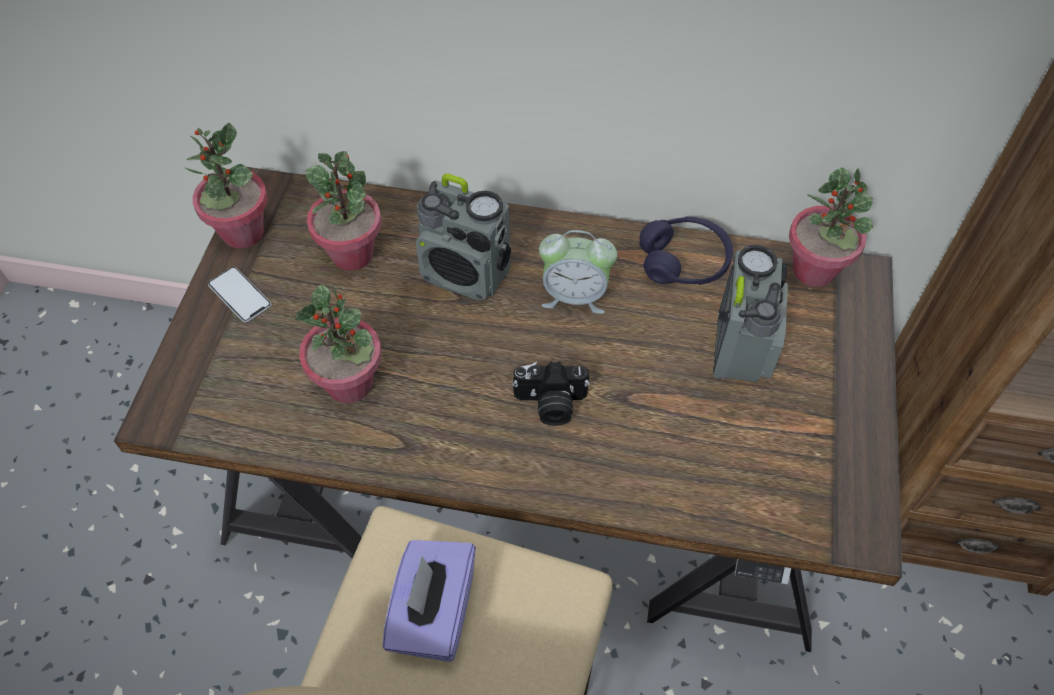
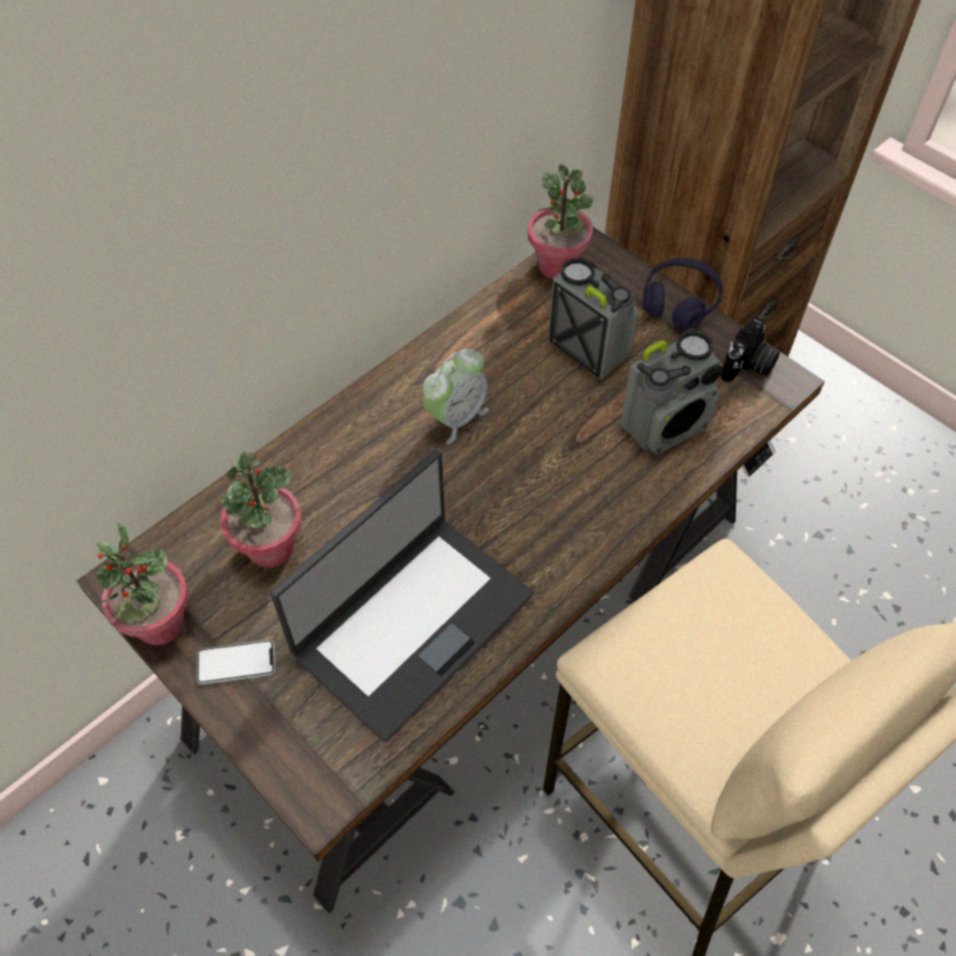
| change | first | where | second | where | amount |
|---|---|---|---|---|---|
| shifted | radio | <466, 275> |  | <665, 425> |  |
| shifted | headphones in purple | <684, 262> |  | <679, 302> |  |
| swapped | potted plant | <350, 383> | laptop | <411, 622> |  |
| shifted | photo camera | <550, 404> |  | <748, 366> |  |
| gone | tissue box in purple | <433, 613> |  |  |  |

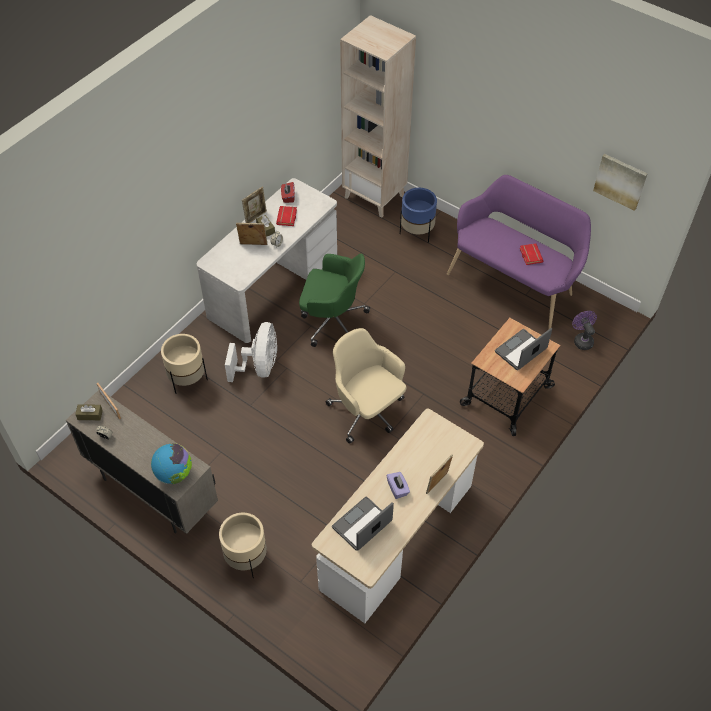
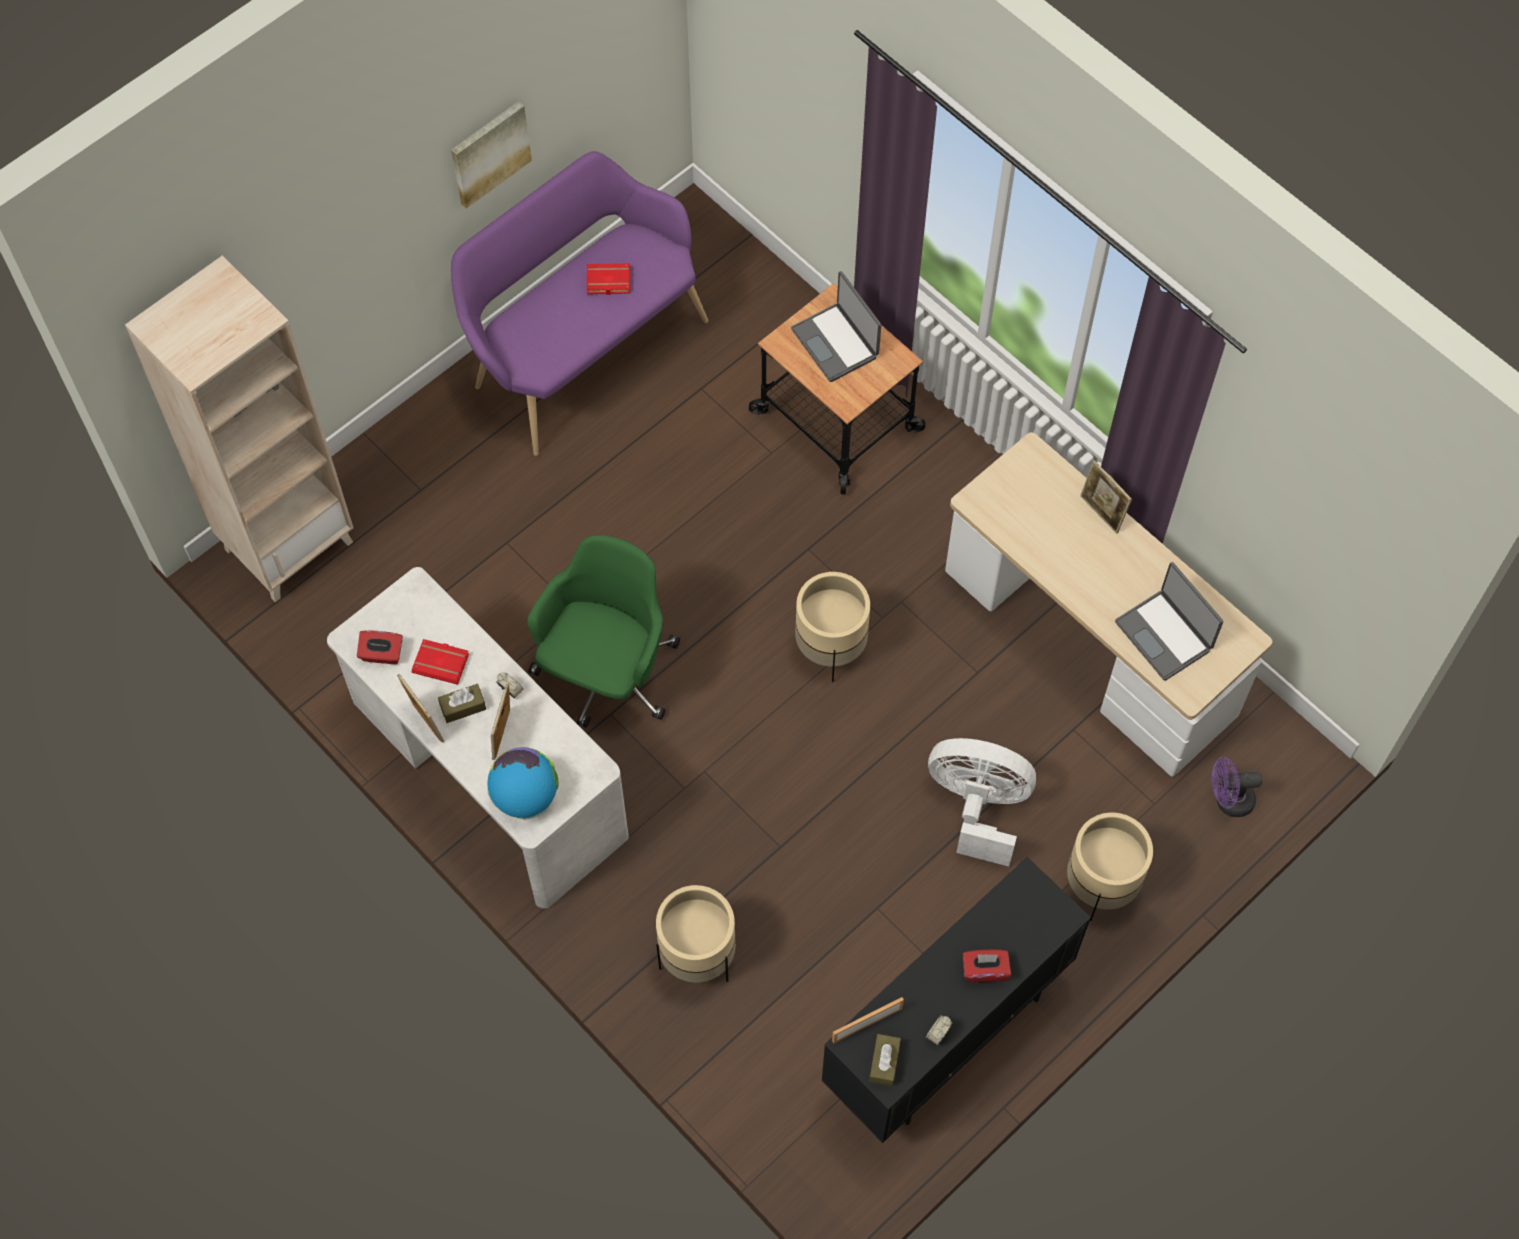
| change | first | where | second | where | amount |
|---|---|---|---|---|---|
| shifted | picture | <620, 181> |  | <489, 152> |  |
| gone | planter in blue | <417, 232> |  |  |  |
| shifted | fan in purple | <582, 340> |  | <1228, 801> |  |
| shifted | fan in white | <259, 367> |  | <978, 806> |  |
| swapped | office chair in beige | <367, 411> | planter in beige | <830, 647> |  |
| repainted | cabinet in beige | <153, 492> | cabinet in black | <946, 1036> |  |
| shifted | globe | <174, 473> |  | <525, 796> |  |
| gone | tissue box in purple | <397, 489> |  |  |  |
| new |  |  | tissue box in red | <984, 970> |  |

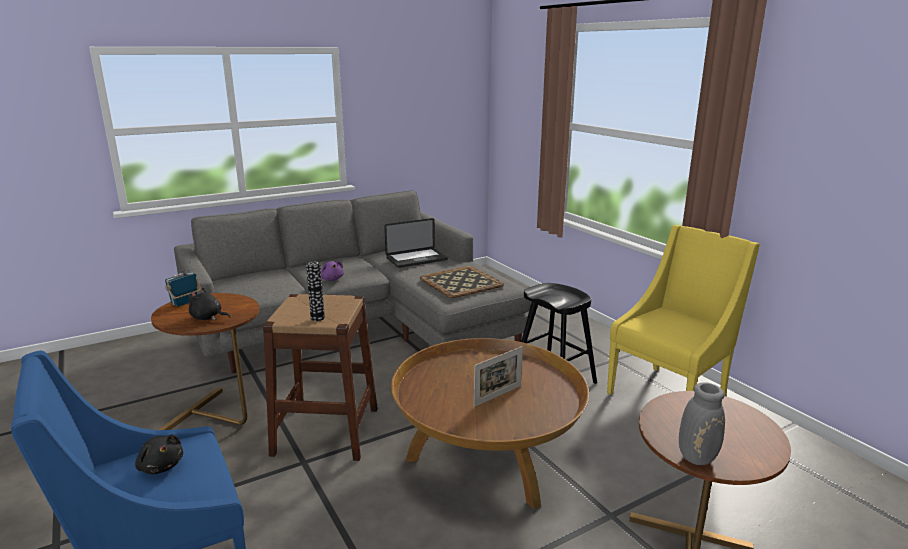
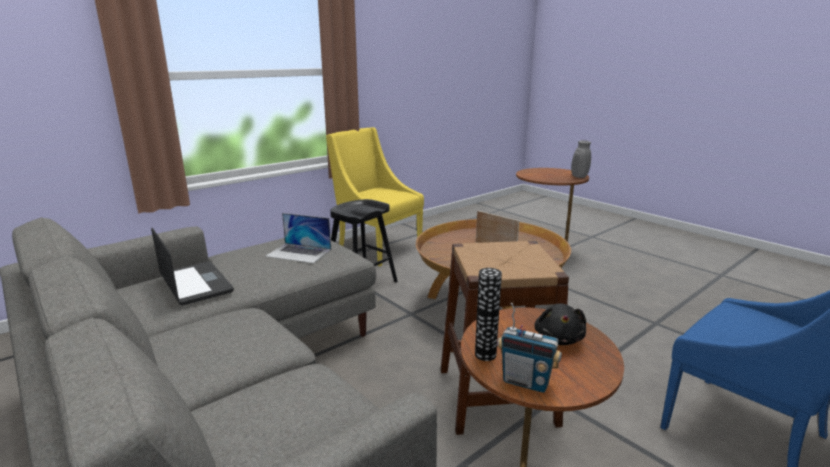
| change | first | where | second | where | amount |
|---|---|---|---|---|---|
| shifted | vase | <317, 318> |  | <485, 354> |  |
| gone | plush toy in purple | <331, 279> |  |  |  |
| swapped | tray | <461, 282> | laptop | <299, 253> |  |
| gone | plush toy in black | <161, 466> |  |  |  |

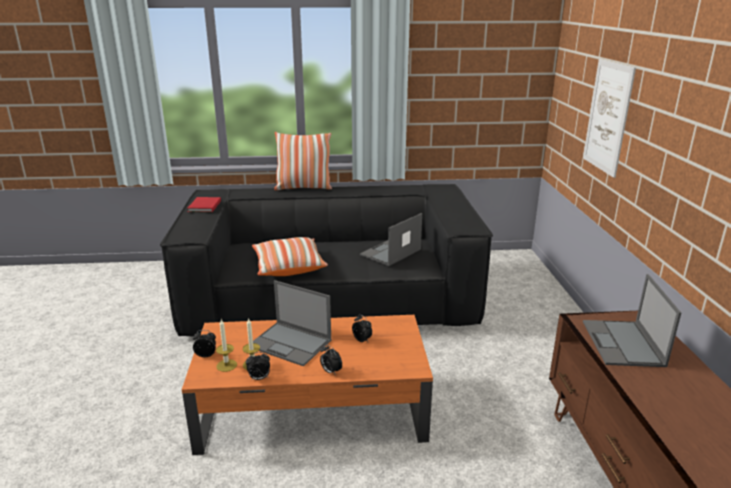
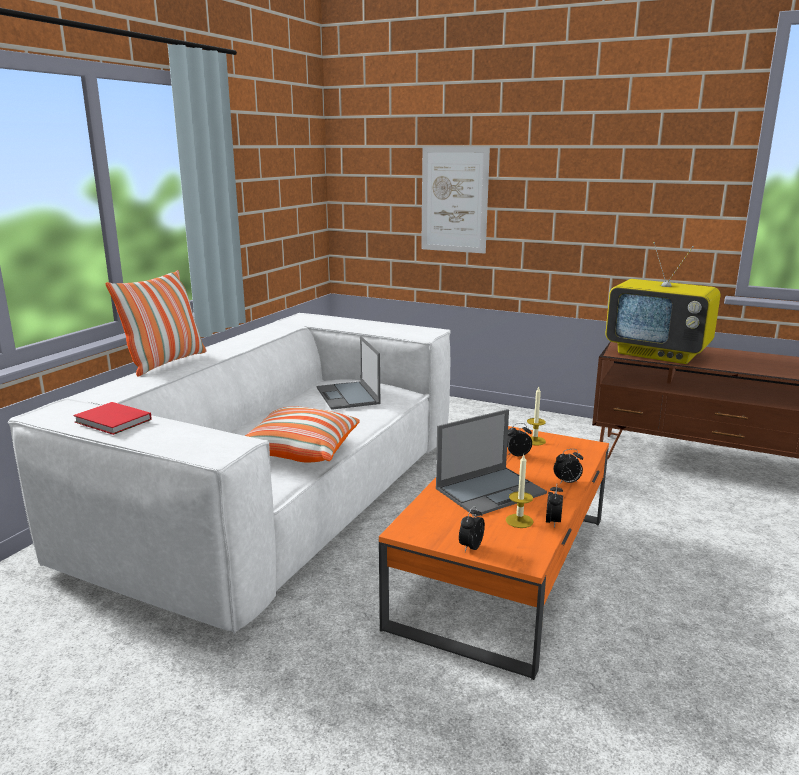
| change | first | where | second | where | amount |
|---|---|---|---|---|---|
| repainted | sofa in black | <331, 297> | sofa in white | <280, 496> |  |
| swapped | laptop | <623, 344> | television | <658, 354> |  |
| shifted | candle | <226, 365> |  | <534, 441> |  |

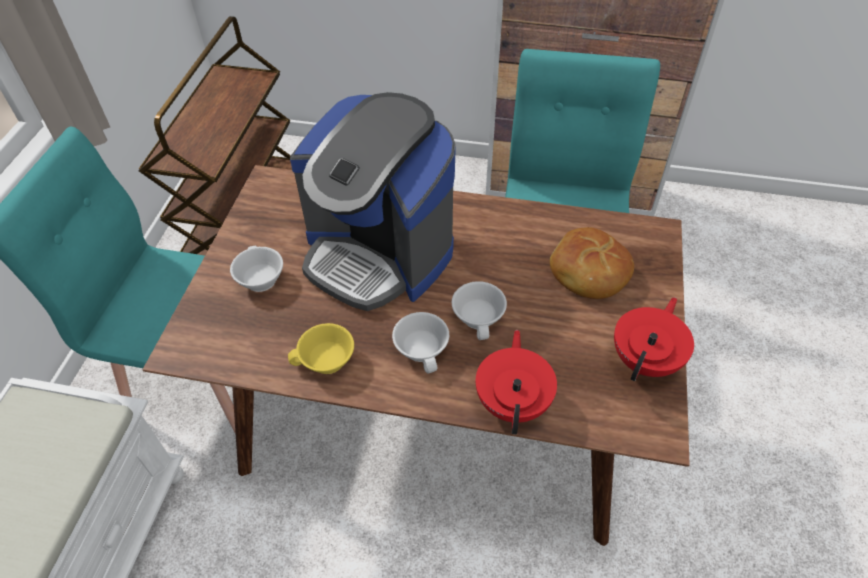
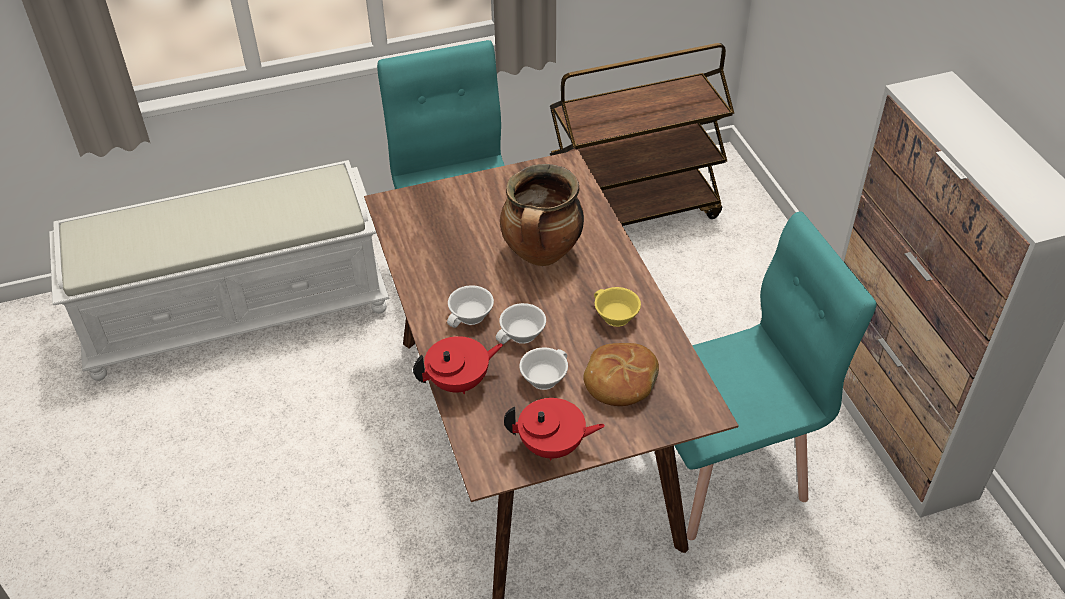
| change | first | where | second | where | amount |
|---|---|---|---|---|---|
| swapped | coffee machine | <379, 253> | cooking pot | <542, 255> |  |
| shifted | cup in white | <258, 279> |  | <543, 377> |  |
| shifted | cup in yellow | <326, 362> |  | <614, 317> |  |

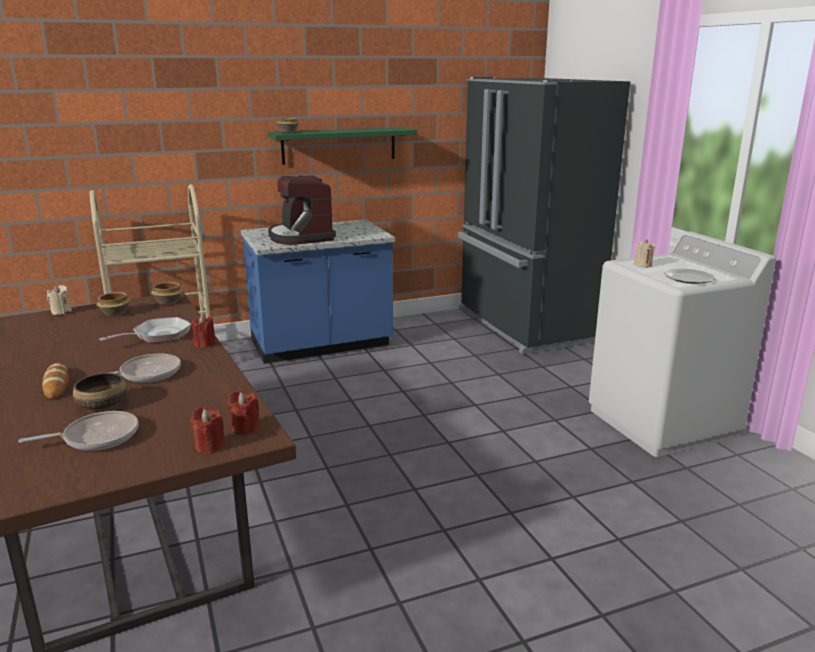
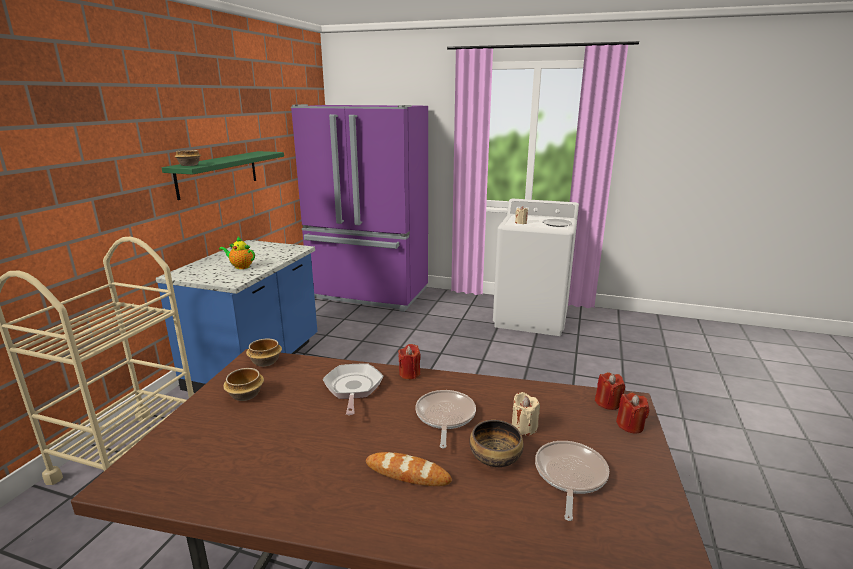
| change | first | where | second | where | amount |
|---|---|---|---|---|---|
| repainted | fridge in black | <524, 326> | fridge in purple | <368, 294> |  |
| swapped | coffee machine | <301, 237> | teapot | <240, 267> |  |
| shifted | candle in beige | <61, 312> |  | <524, 427> |  |

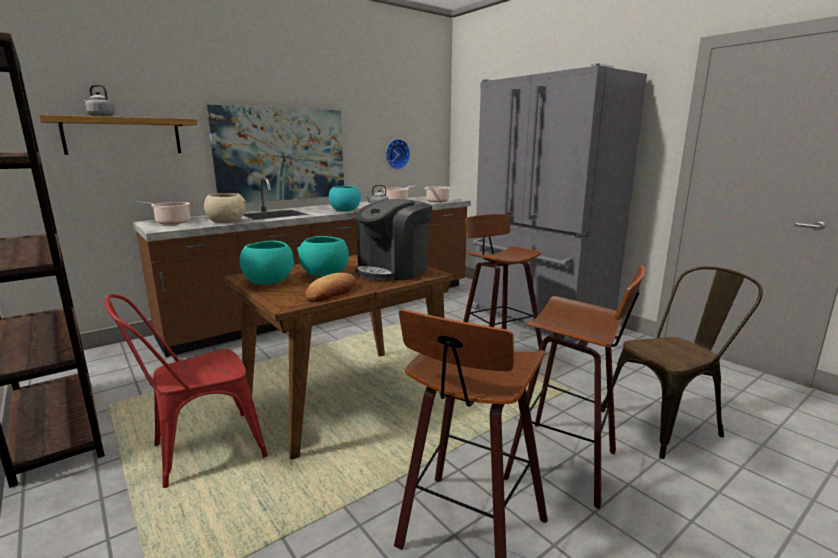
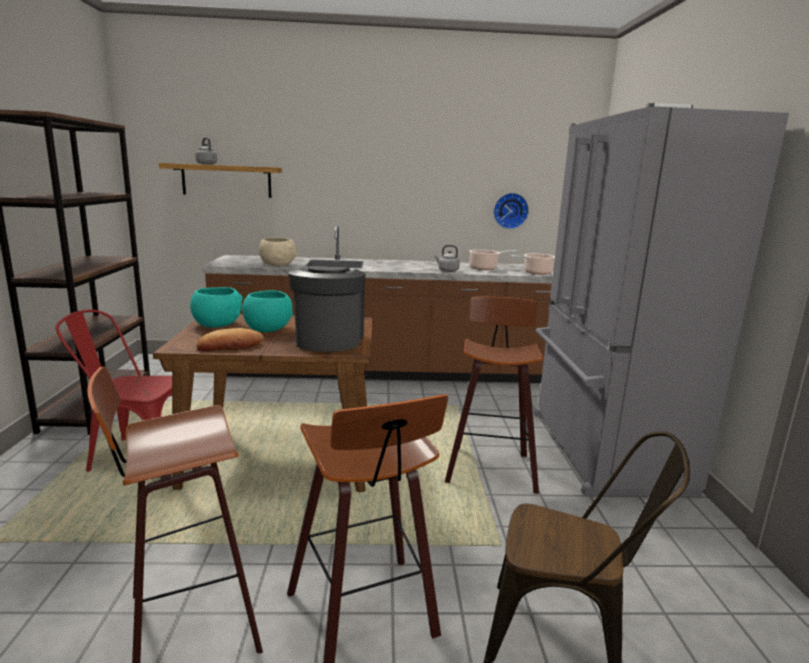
| change | first | where | second | where | amount |
|---|---|---|---|---|---|
| gone | picture | <282, 154> |  |  |  |
| gone | bowl in turquoise | <345, 210> |  |  |  |
| rotated | coffee machine | <393, 270> |  | <328, 339> | 105 degrees clockwise |
| gone | cooking pot | <171, 222> |  |  |  |

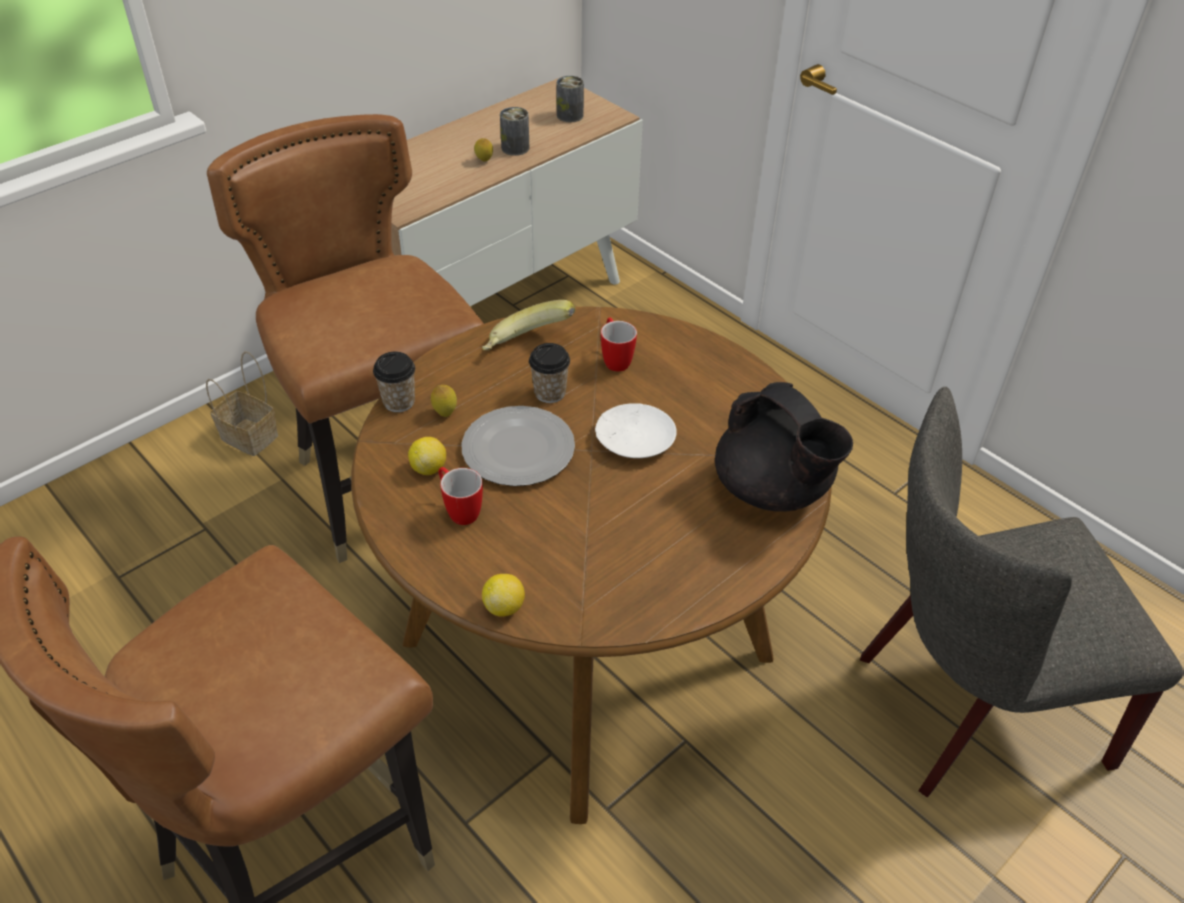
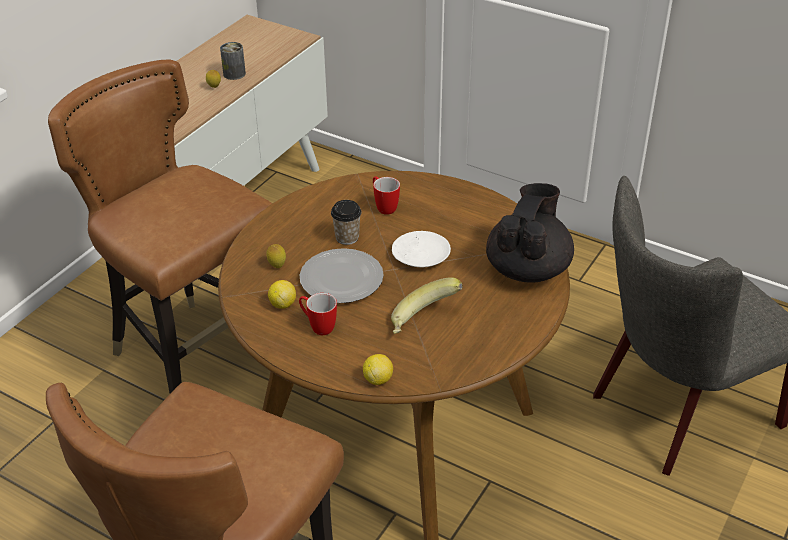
| change | first | where | second | where | amount |
|---|---|---|---|---|---|
| gone | can | <570, 115> |  |  |  |
| shifted | banana | <527, 347> |  | <424, 322> |  |
| gone | basket | <251, 437> |  |  |  |
| gone | cup | <399, 402> |  |  |  |
| rotated | teapot in black | <773, 489> |  | <528, 268> | 105 degrees counterclockwise |

